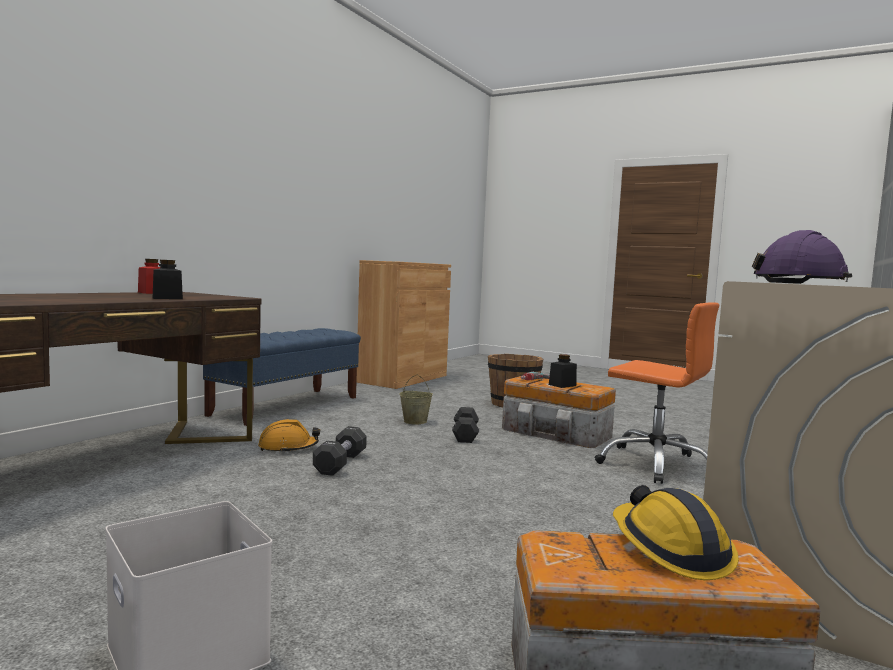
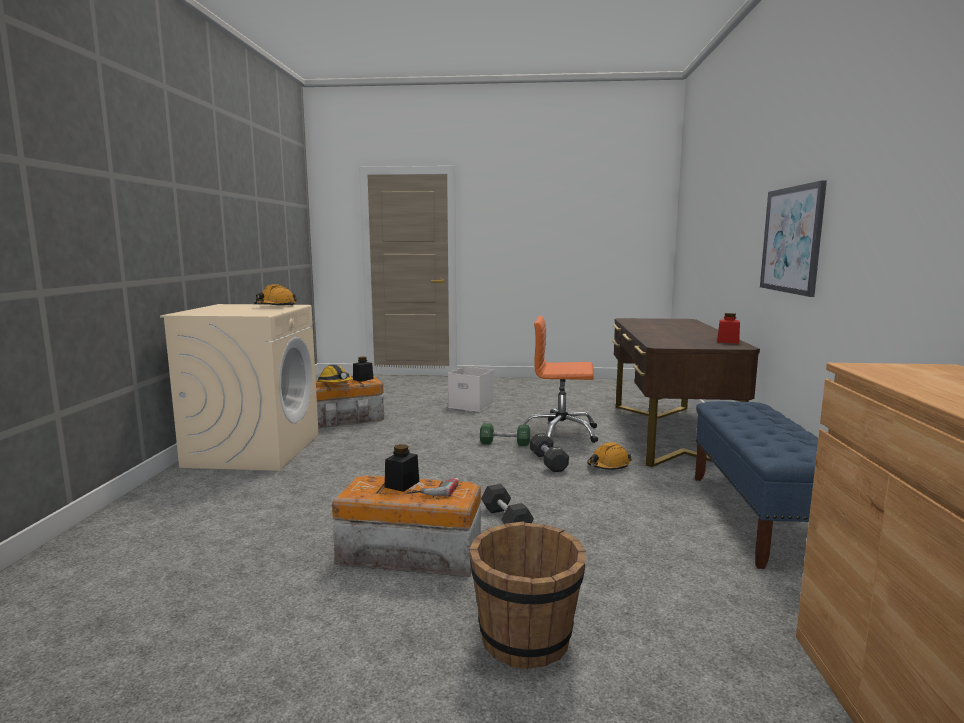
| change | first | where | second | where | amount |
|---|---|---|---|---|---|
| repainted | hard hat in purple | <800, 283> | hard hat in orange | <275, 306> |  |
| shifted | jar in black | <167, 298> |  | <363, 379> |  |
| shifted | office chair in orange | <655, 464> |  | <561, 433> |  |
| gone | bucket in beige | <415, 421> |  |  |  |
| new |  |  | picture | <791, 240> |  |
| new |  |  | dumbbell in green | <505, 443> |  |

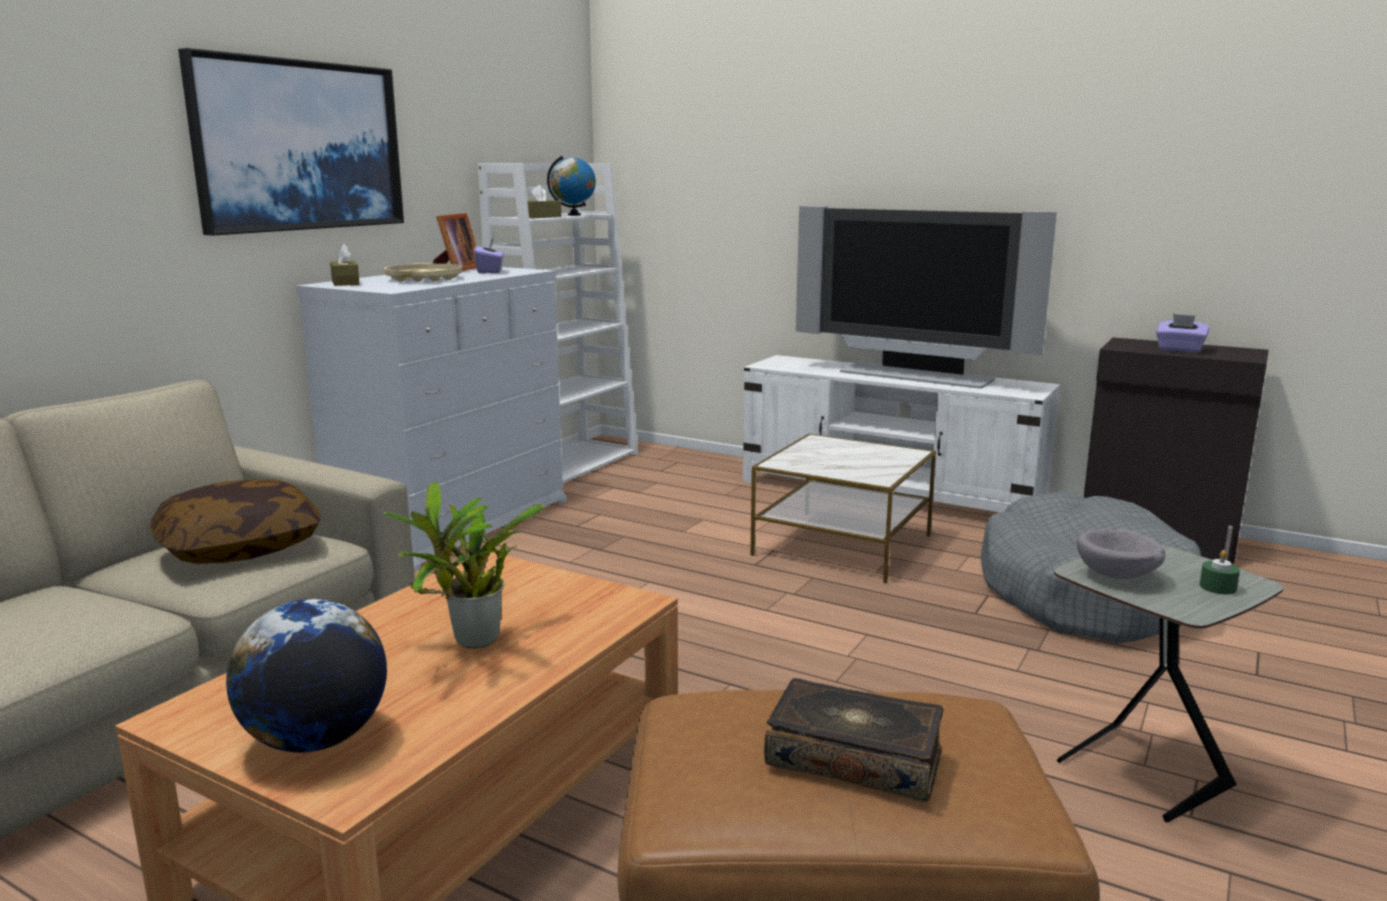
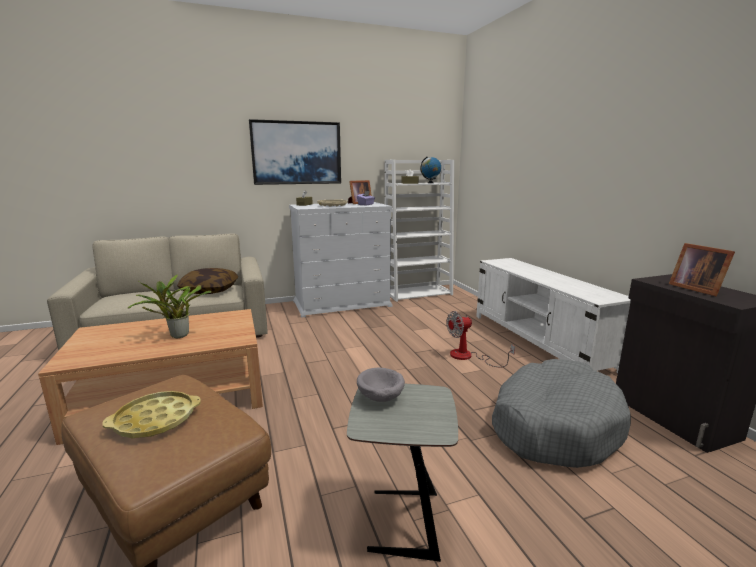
| change | first | where | second | where | amount |
|---|---|---|---|---|---|
| gone | television | <914, 376> |  |  |  |
| swapped | tissue box in purple | <1179, 349> | picture frame | <695, 288> |  |
| swapped | side table | <842, 545> | fan | <468, 357> |  |
| gone | candle in green | <1217, 587> |  |  |  |
| gone | globe | <316, 740> |  |  |  |
| swapped | book | <854, 757> | tray in yellow | <155, 420> |  |

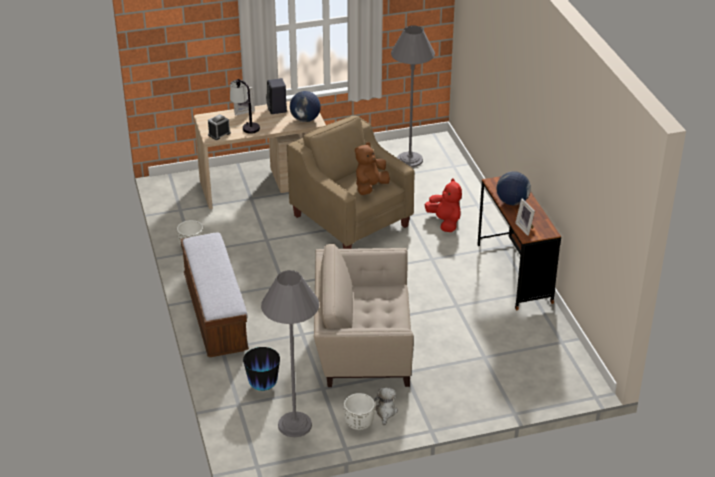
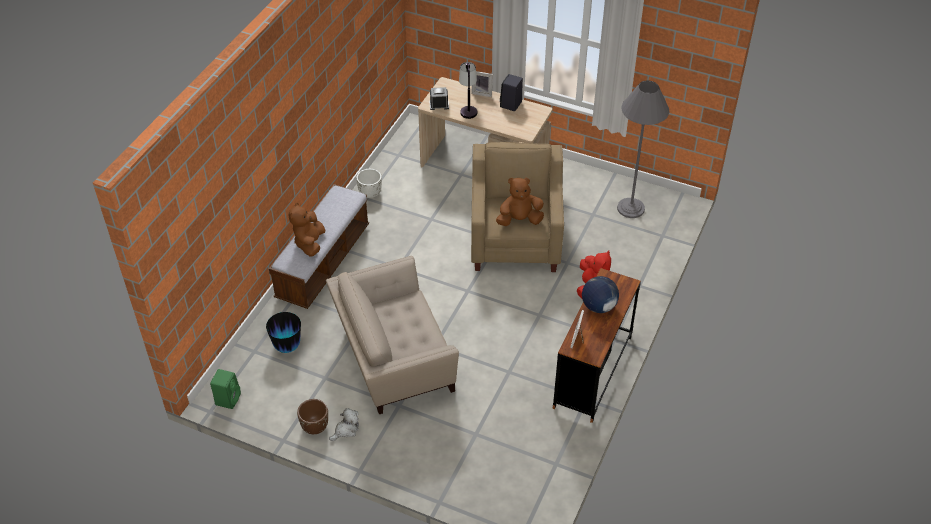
| change | first | where | second | where | amount |
|---|---|---|---|---|---|
| gone | globe | <305, 119> |  |  |  |
| rotated | armchair in beige | <362, 347> |  | <393, 361> | 60 degrees counterclockwise |
| gone | floor lamp in grey | <294, 425> |  |  |  |
| repainted | planter in white | <358, 424> | planter in brown | <314, 427> |  |
| new |  |  | plush toy in brown | <309, 243> |  |
| new |  |  | speaker in green | <228, 398> |  |

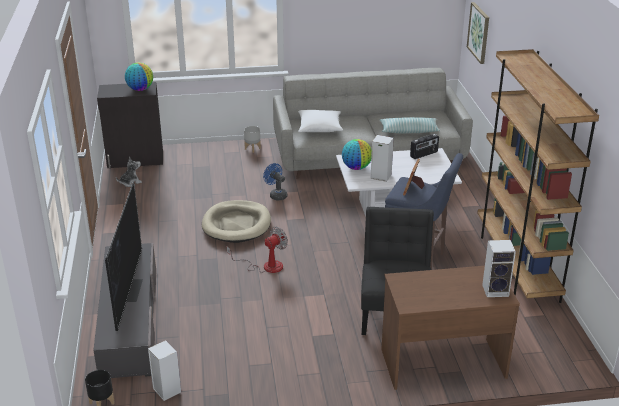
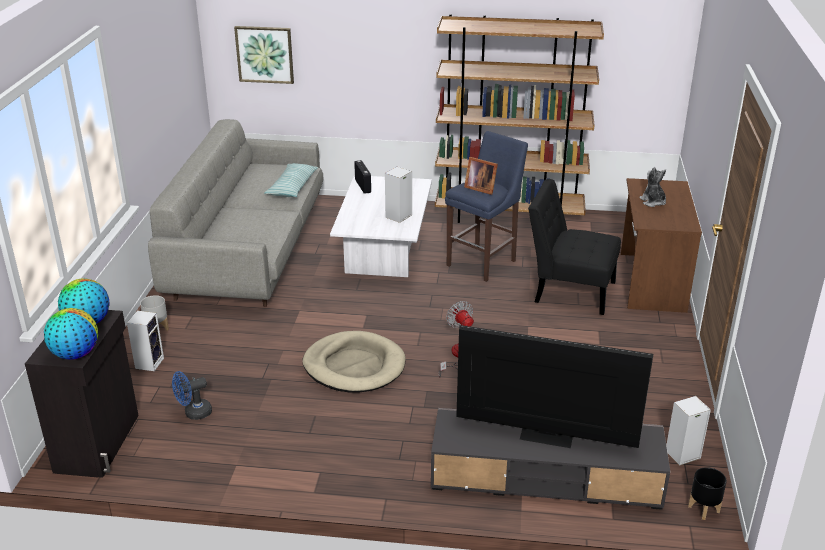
| change | first | where | second | where | amount |
|---|---|---|---|---|---|
| gone | pillow in white | <320, 128> |  |  |  |
| shifted | globe | <356, 168> |  | <75, 354> |  |
| shifted | plush toy | <130, 182> |  | <653, 202> |  |
| shifted | fan in blue | <276, 195> |  | <193, 413> |  |
| shifted | speaker | <496, 290> |  | <149, 362> |  |

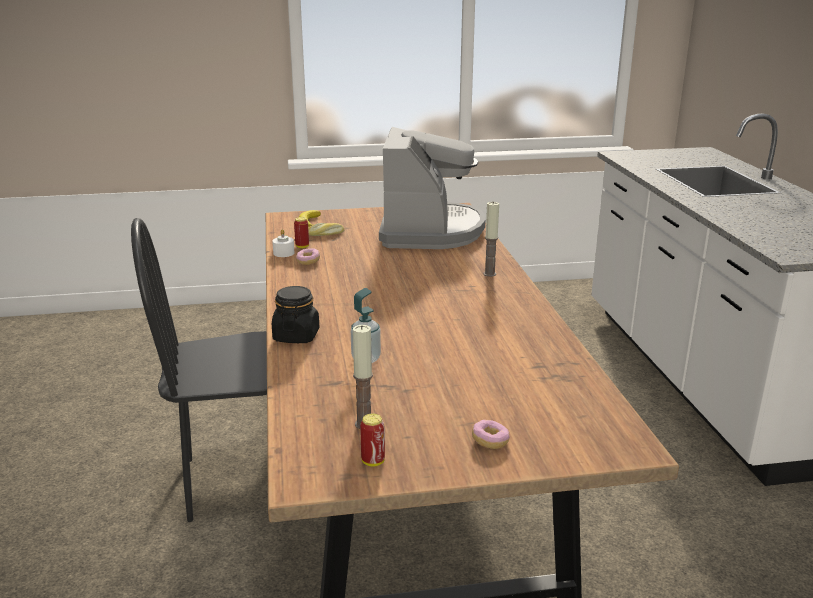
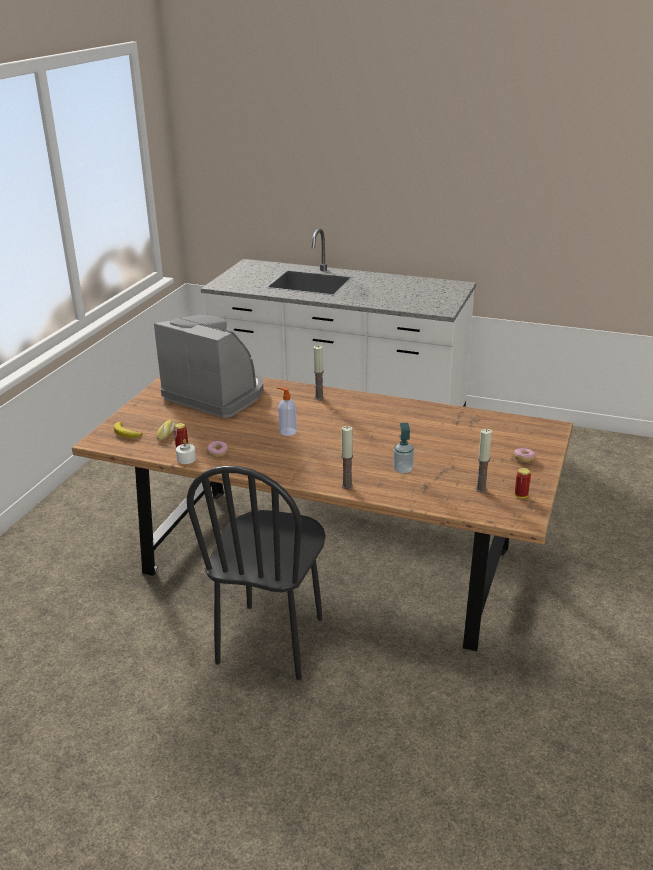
| change | first | where | second | where | amount |
|---|---|---|---|---|---|
| swapped | jar in black | <296, 336> | candle | <347, 485> |  |
| new |  |  | soap dispenser | <287, 431> |  |

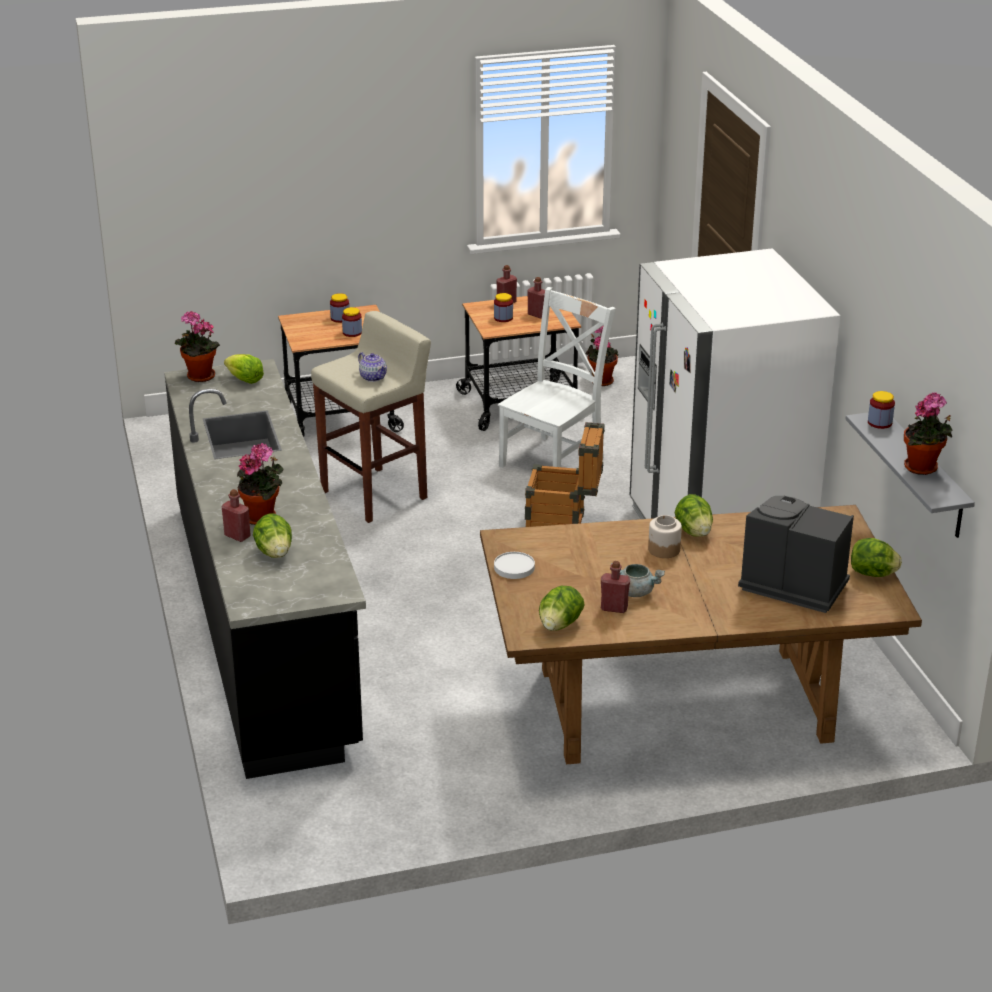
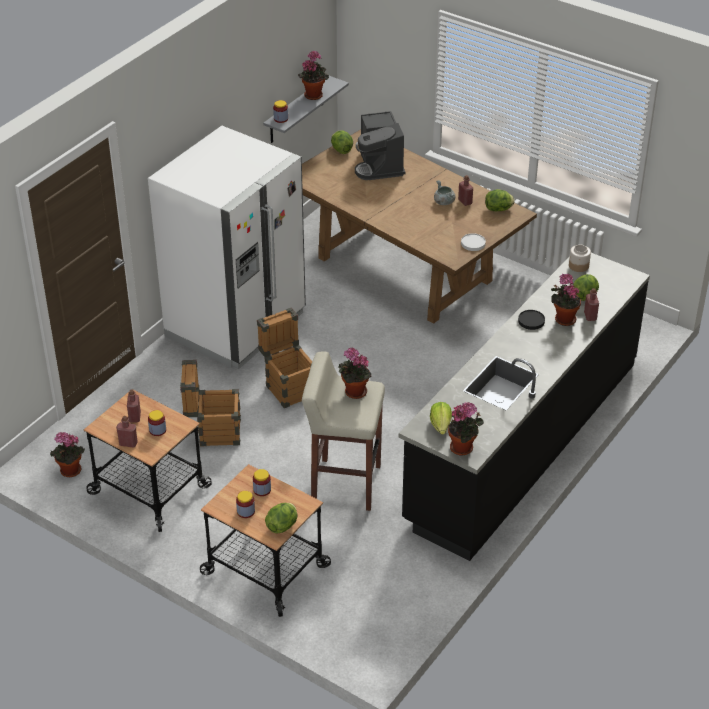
| change | first | where | second | where | amount |
|---|---|---|---|---|---|
| swapped | chair in white | <554, 460> | crate | <213, 432> |  |
| swapped | teapot | <373, 377> | potted plant | <353, 392> |  |
| shifted | lettuce | <694, 532> |  | <282, 526> |  |
| shifted | jar | <664, 549> |  | <578, 266> |  |
| new |  |  | plate in black | <531, 321> |  |

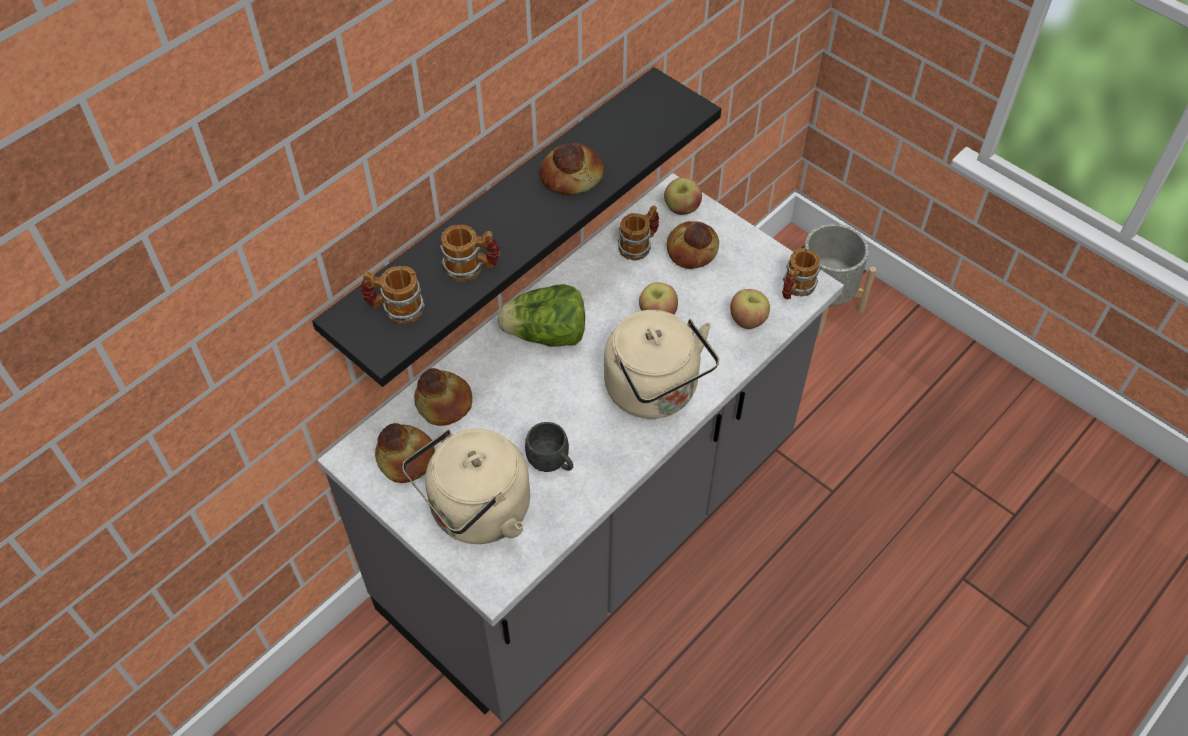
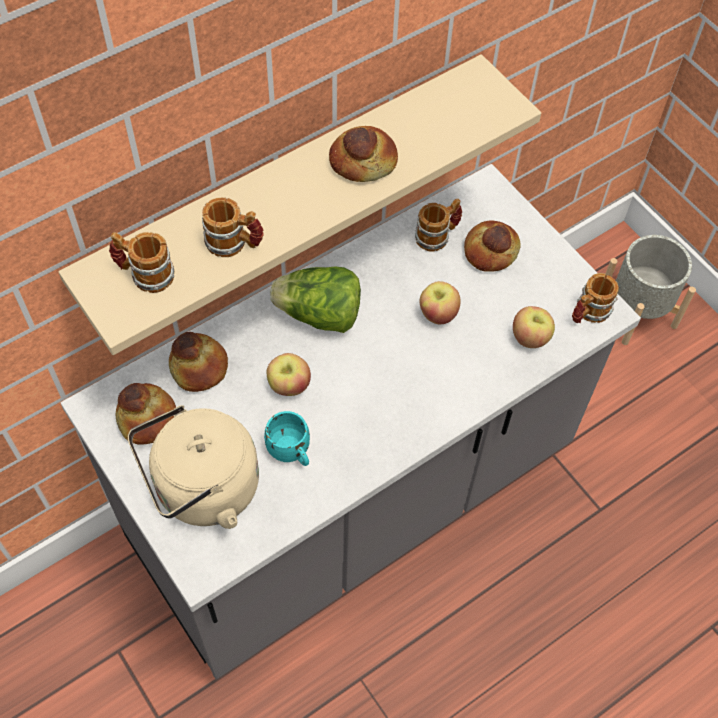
| change | first | where | second | where | amount |
|---|---|---|---|---|---|
| repainted | shelf in black | <499, 215> | shelf in beige | <286, 187> |  |
| shifted | apple | <681, 209> |  | <289, 385> |  |
| gone | kettle in beige | <655, 392> |  |  |  |
| repainted | mug in grey | <552, 462> | mug in turquoise | <291, 452> |  |

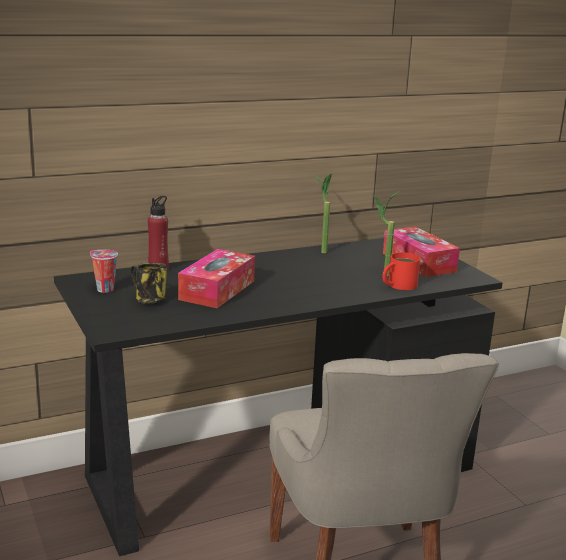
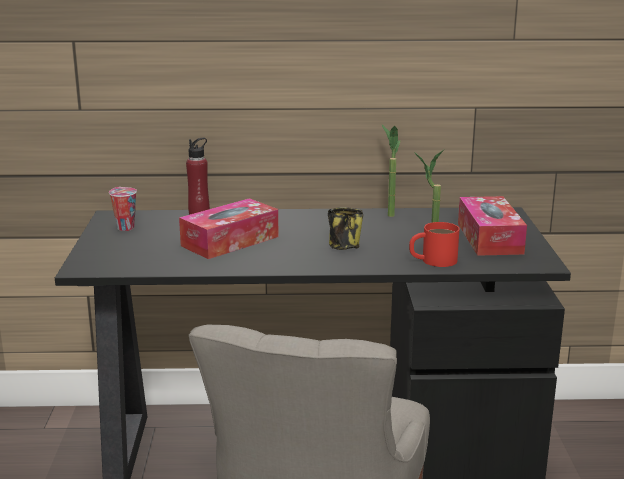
| change | first | where | second | where | amount |
|---|---|---|---|---|---|
| shifted | mug | <149, 301> |  | <342, 247> |  |

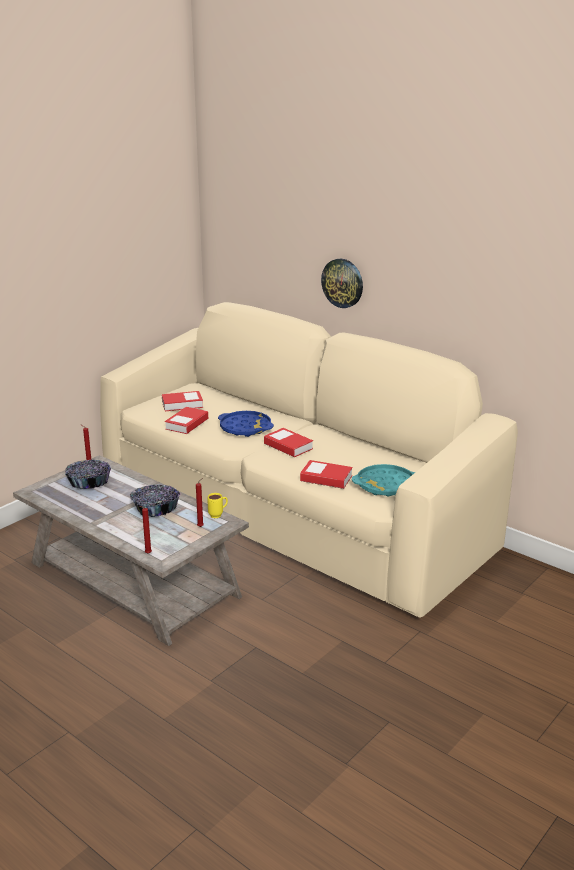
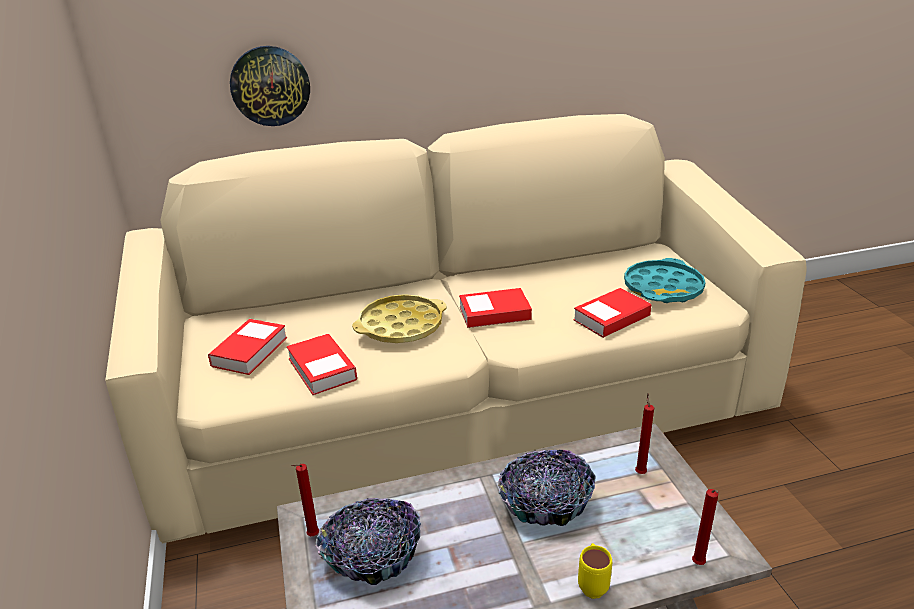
| change | first | where | second | where | amount |
|---|---|---|---|---|---|
| shifted | wall clock | <342, 283> |  | <270, 86> |  |
| repainted | tray in blue | <245, 428> | tray in yellow | <401, 326> |  |
| shifted | mug in yellow | <218, 515> |  | <592, 584> |  |

